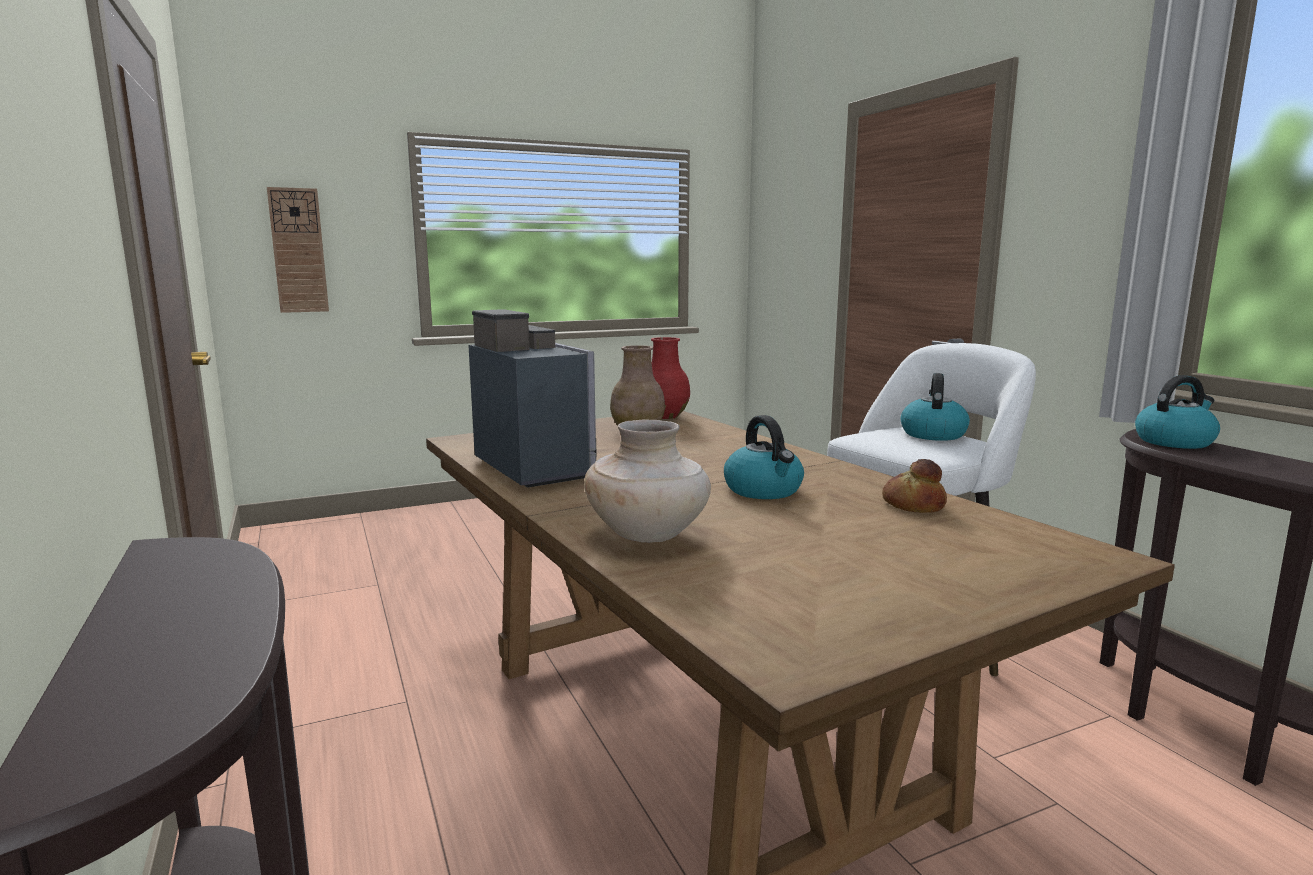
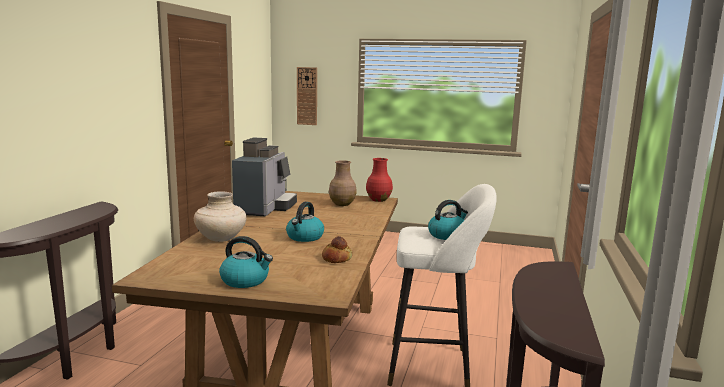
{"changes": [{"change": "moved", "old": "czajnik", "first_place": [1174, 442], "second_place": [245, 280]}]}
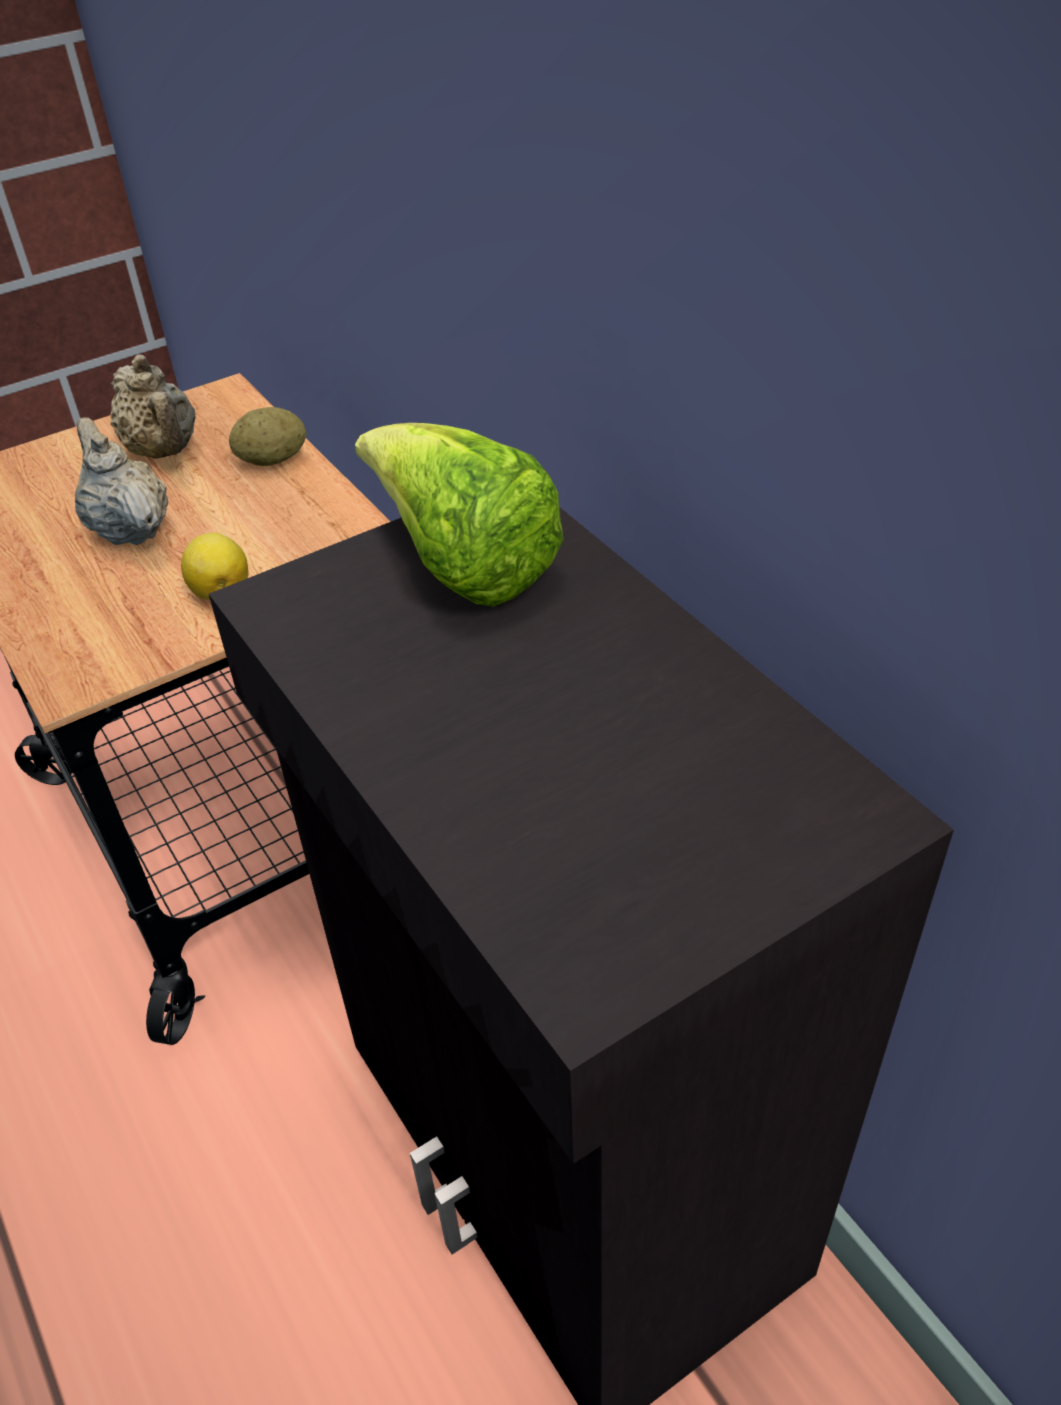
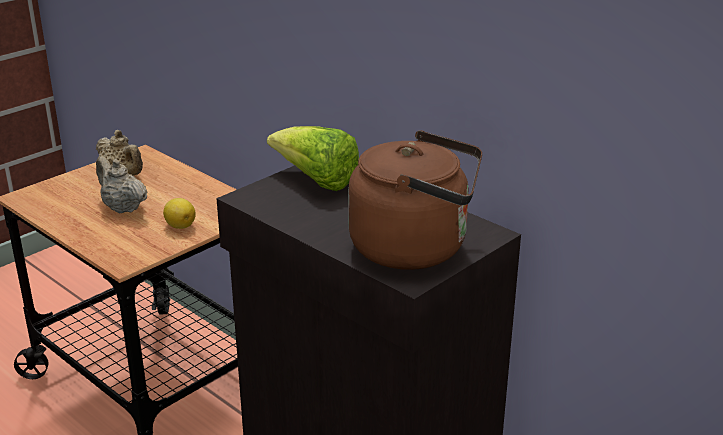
{"changes": [{"change": "added", "new": "czajnik [brązowy]", "second_place": [416, 248]}, {"change": "removed", "old": "ziemniak", "first_place": [273, 460]}]}
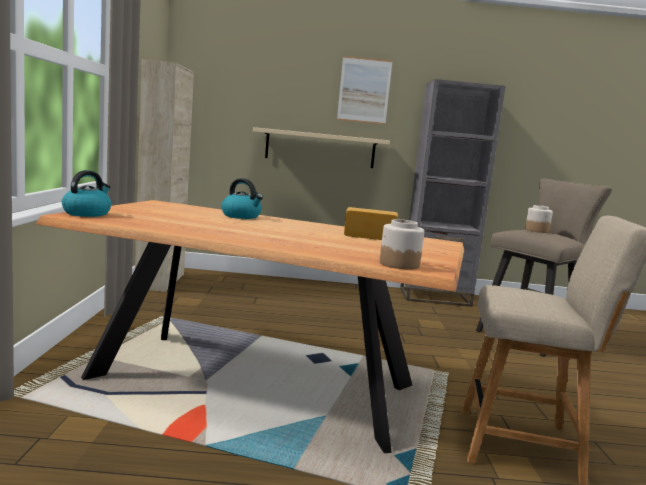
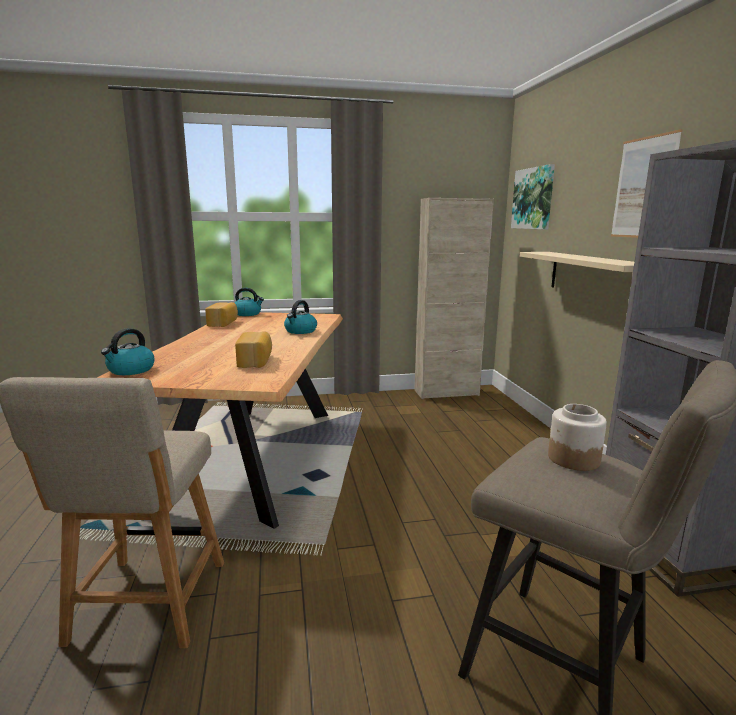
{"changes": [{"change": "replaced", "old": "słoik", "new": "czajnik", "first_place": [399, 264], "second_place": [130, 370]}, {"change": "added", "new": "chleb", "second_place": [223, 323]}, {"change": "added", "new": "obraz", "second_place": [533, 198]}]}
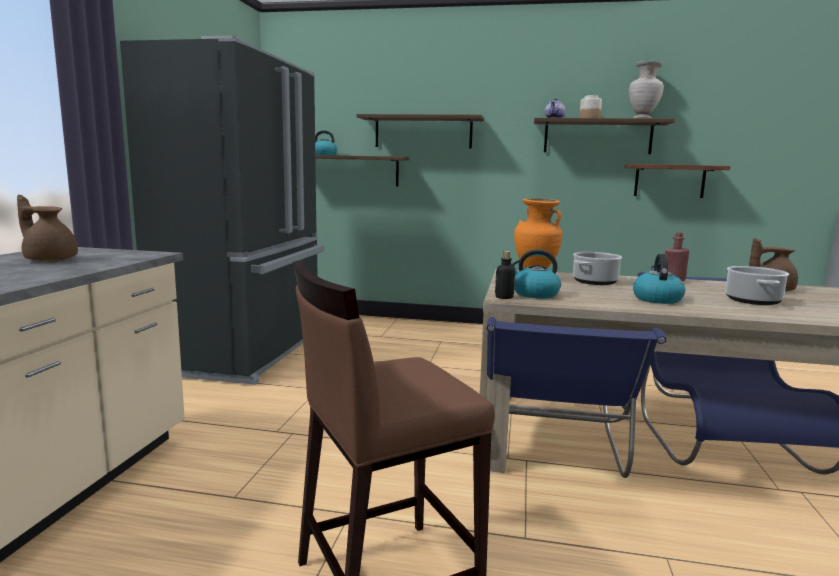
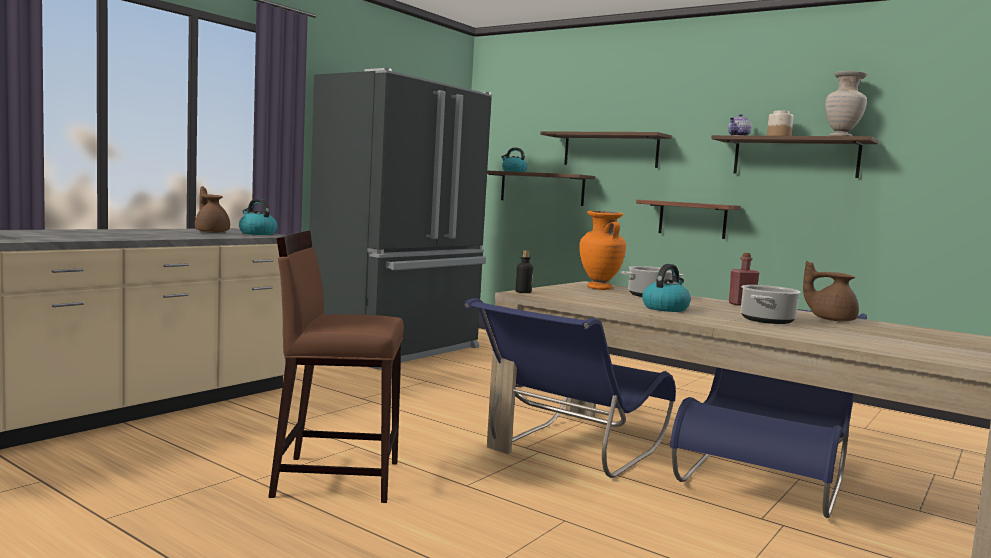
{"changes": [{"change": "moved", "old": "czajnik", "first_place": [534, 294], "second_place": [257, 233]}, {"change": "moved", "old": "półka", "first_place": [669, 181], "second_place": [692, 219]}]}
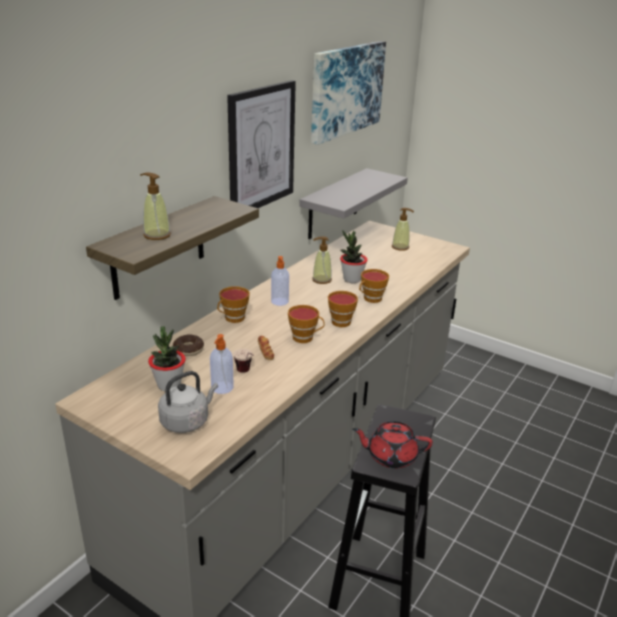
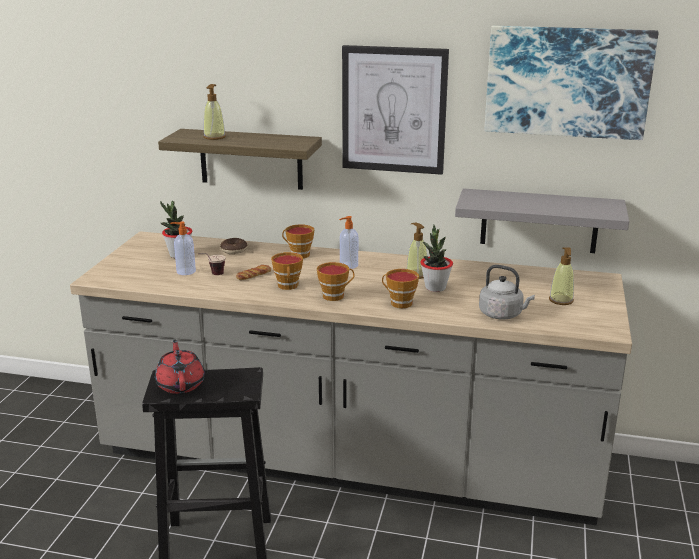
{"changes": [{"change": "moved", "old": "czajnik [szary]", "first_place": [187, 421], "second_place": [502, 314]}]}
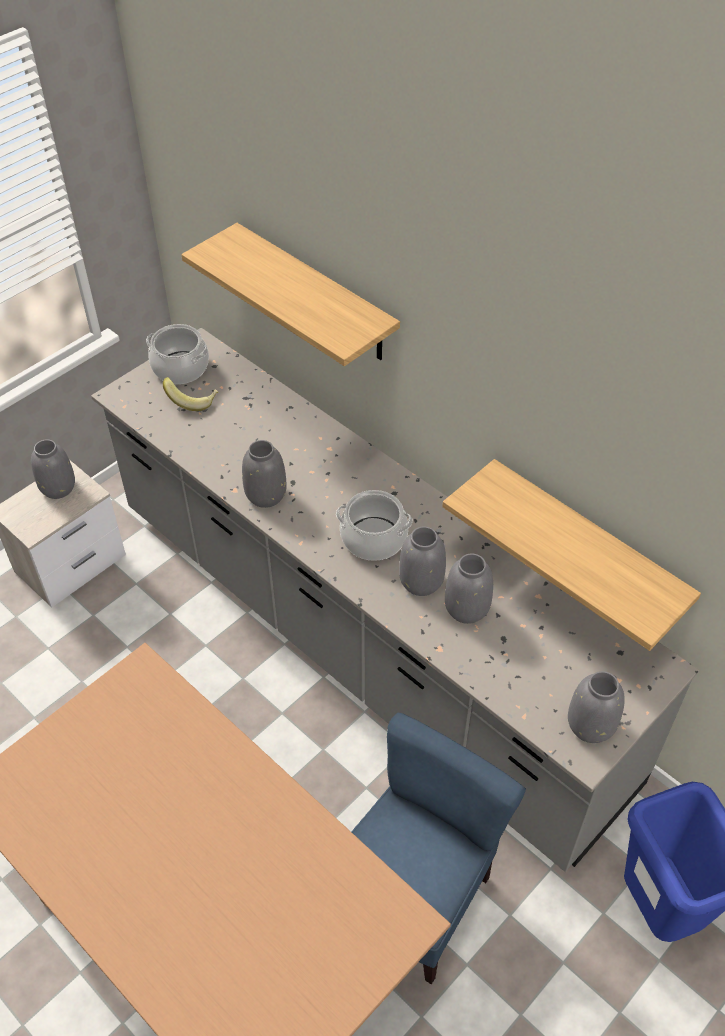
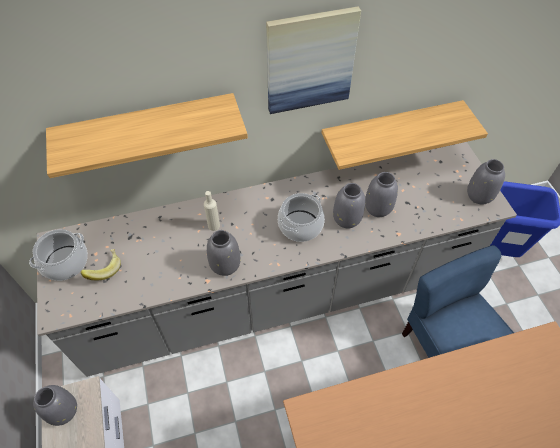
{"changes": [{"change": "added", "new": "butelka [beżowy]", "second_place": [214, 225]}, {"change": "added", "new": "obraz", "second_place": [310, 61]}]}
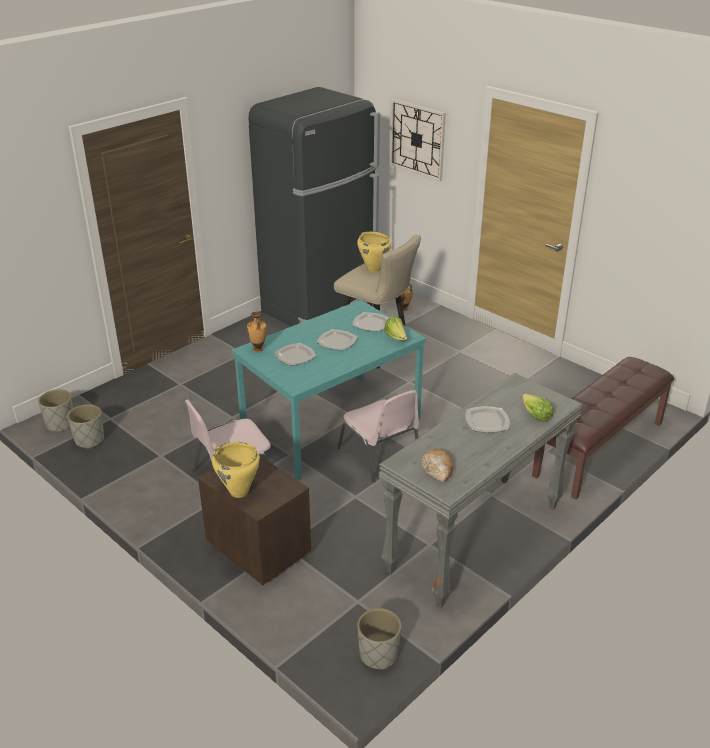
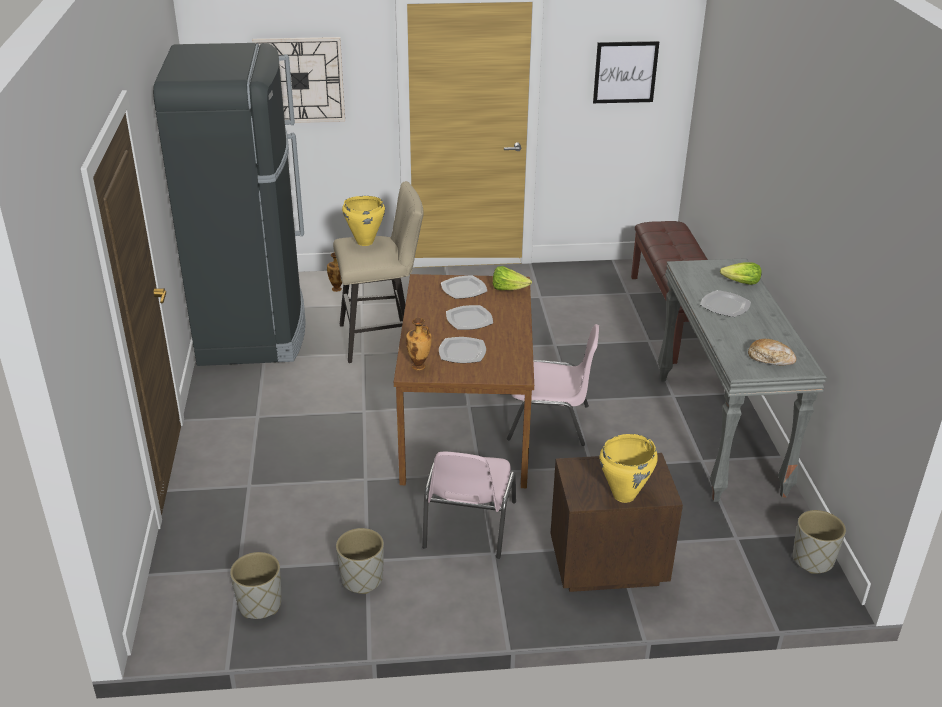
{"changes": [{"change": "moved", "old": "donica [szary]", "first_place": [61, 424], "second_place": [362, 579]}, {"change": "recoloured", "old": "stół jadalny [turkusowy]", "new": "stół jadalny [brązowy]", "first_place": [331, 426], "second_place": [467, 426]}, {"change": "added", "new": "obraz", "second_place": [625, 72]}]}
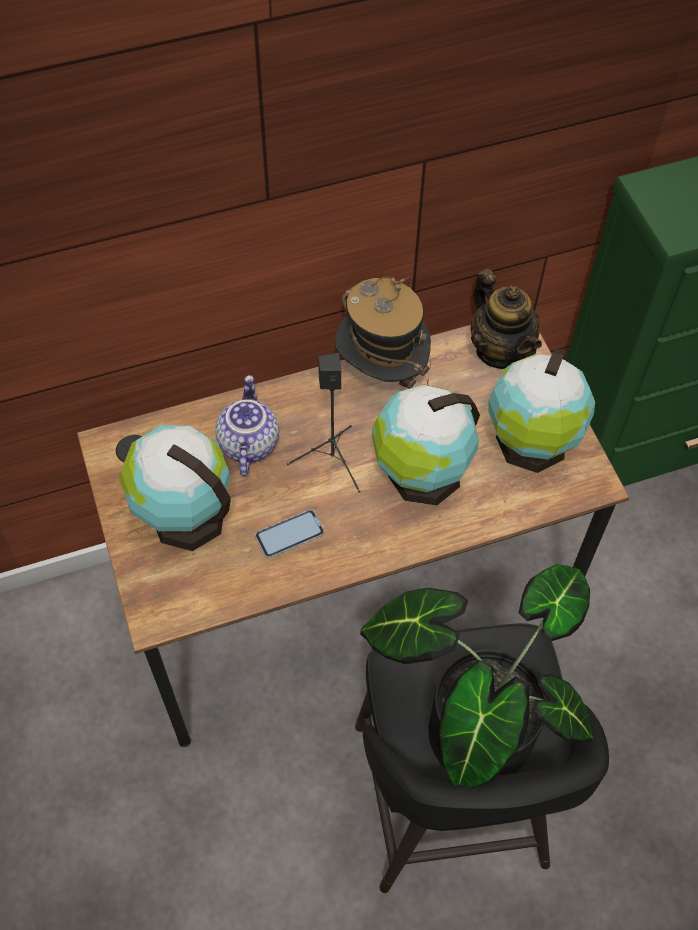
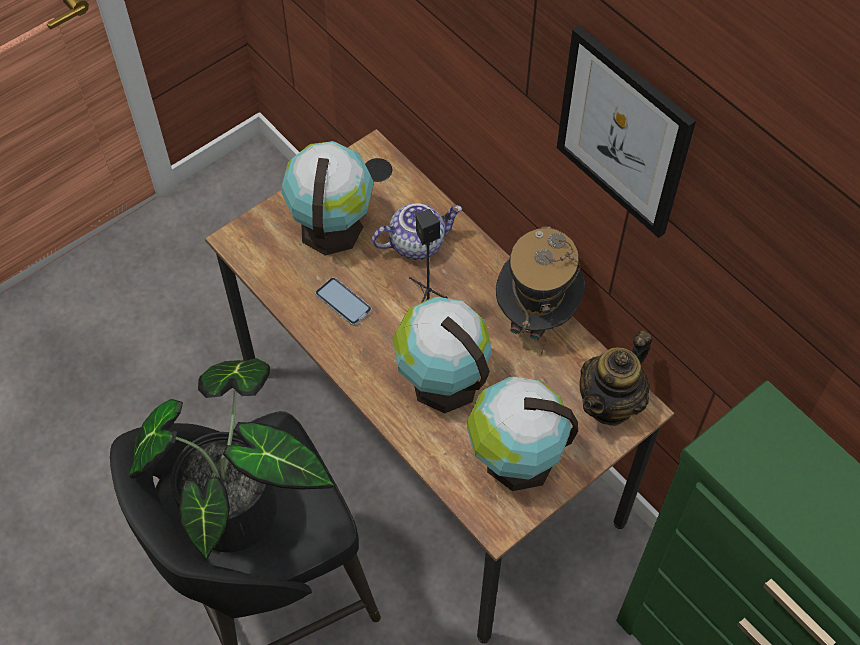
{"changes": [{"change": "added", "new": "obraz", "second_place": [623, 133]}]}
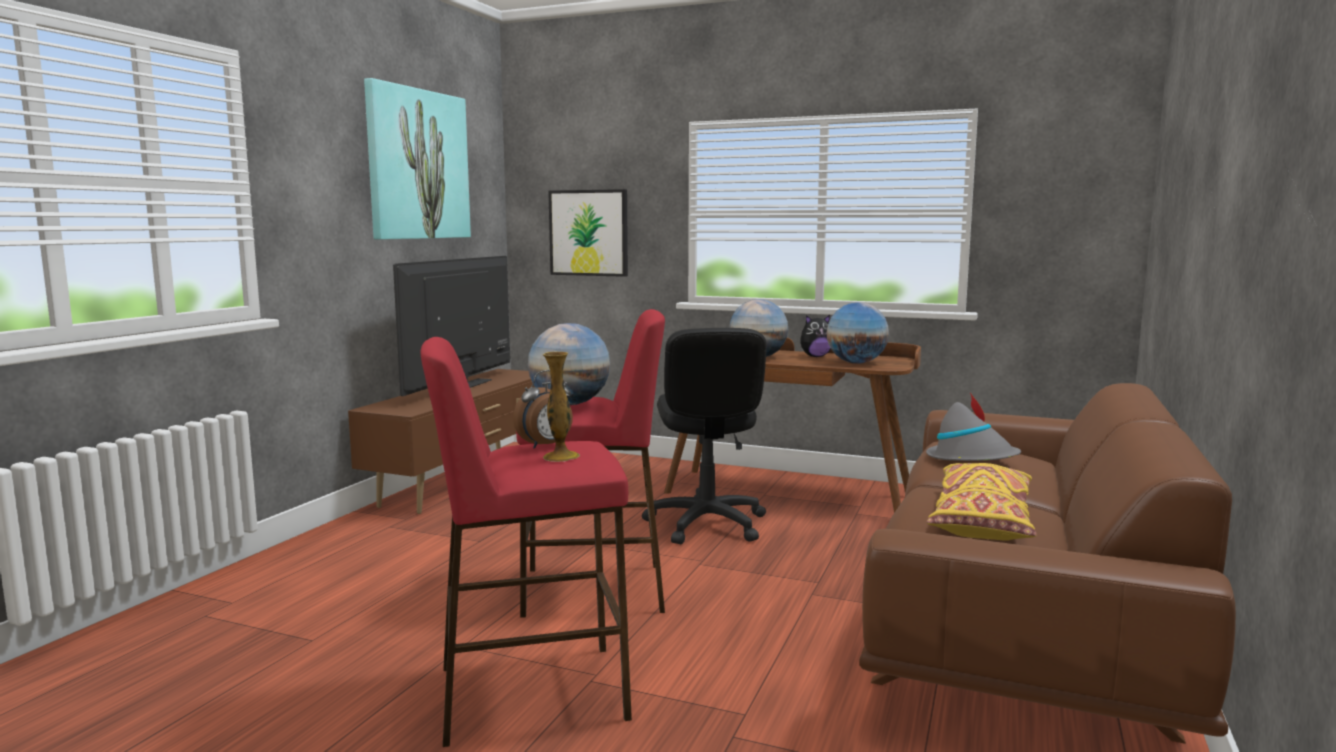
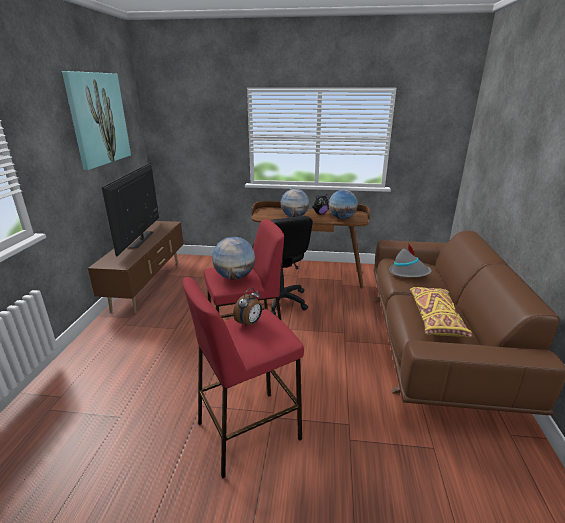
{"changes": [{"change": "removed", "old": "wazon", "first_place": [561, 457]}, {"change": "removed", "old": "obraz", "first_place": [589, 233]}]}
